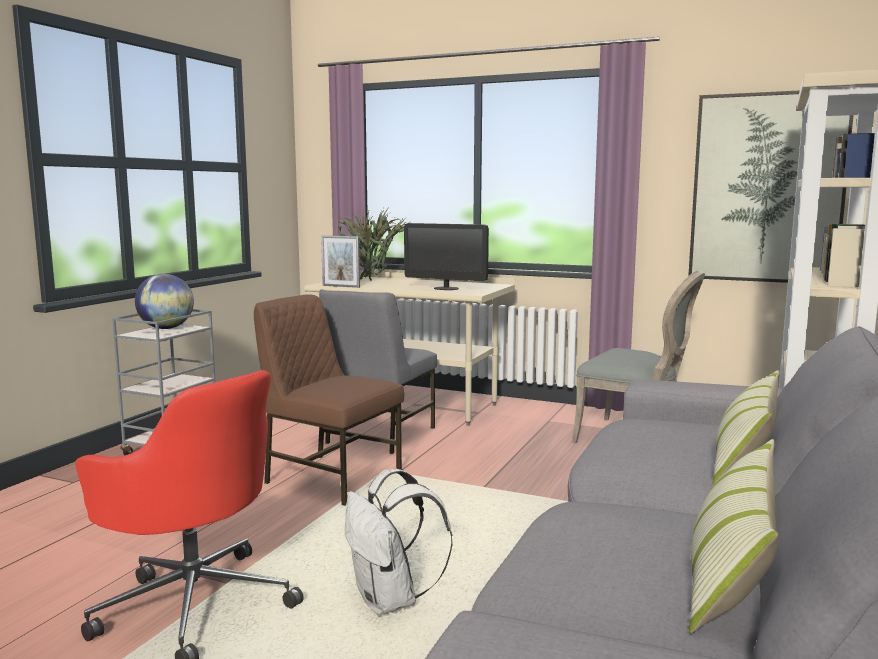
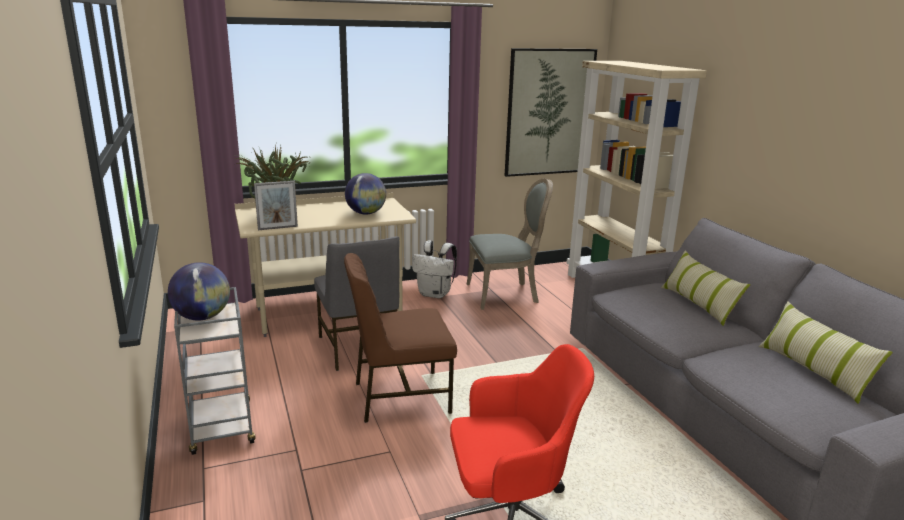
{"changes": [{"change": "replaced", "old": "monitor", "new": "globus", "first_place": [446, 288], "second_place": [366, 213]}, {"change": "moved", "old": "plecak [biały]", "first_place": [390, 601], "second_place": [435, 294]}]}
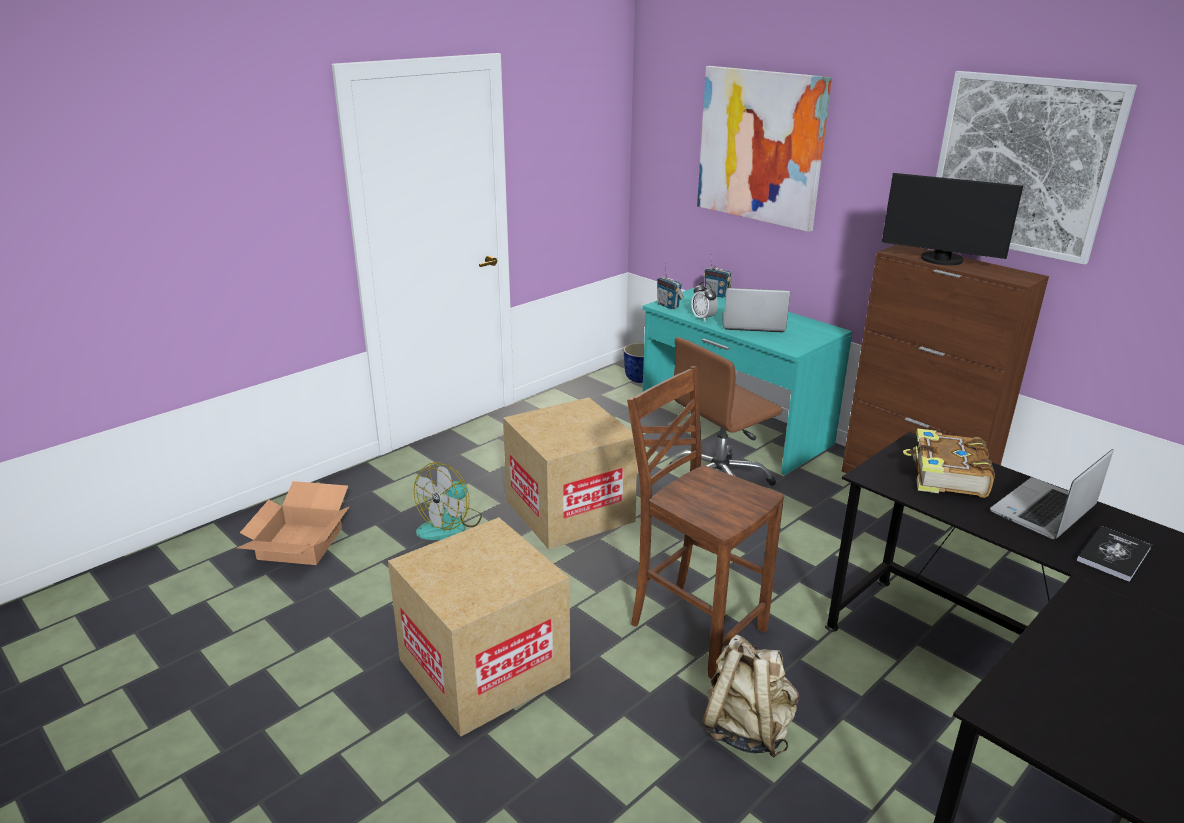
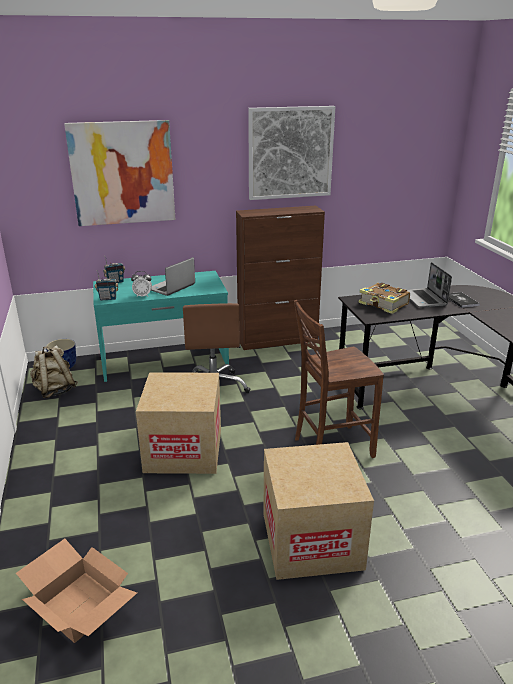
{"changes": [{"change": "moved", "old": "plecak [beżowy]", "first_place": [746, 729], "second_place": [55, 391]}, {"change": "removed", "old": "wentylator", "first_place": [450, 525]}, {"change": "removed", "old": "monitor", "first_place": [941, 260]}]}
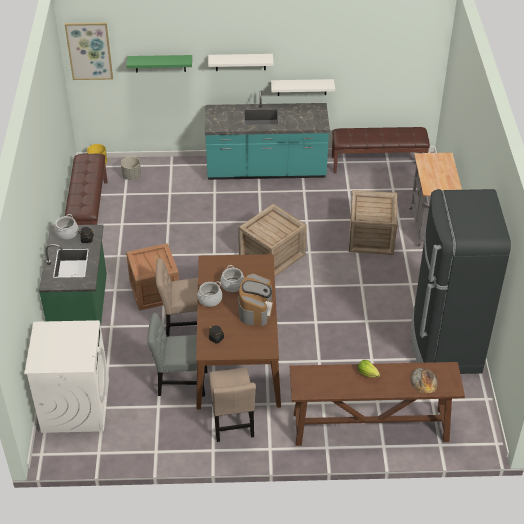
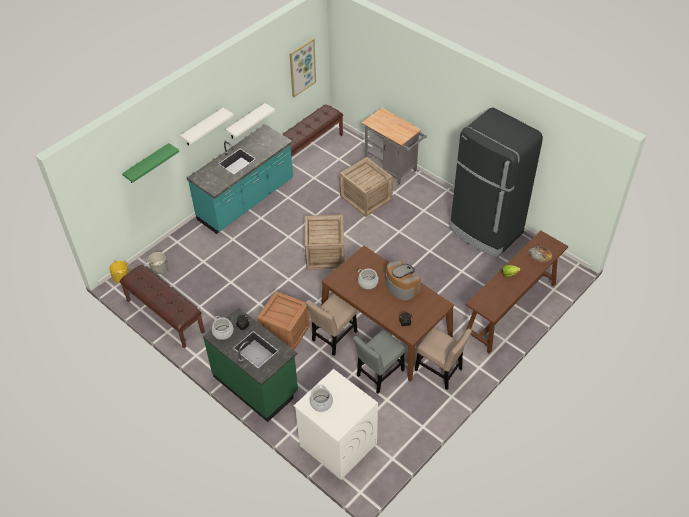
{"changes": [{"change": "moved", "old": "obraz", "first_place": [89, 51], "second_place": [302, 67]}, {"change": "moved", "old": "garnek", "first_place": [210, 299], "second_place": [321, 403]}]}
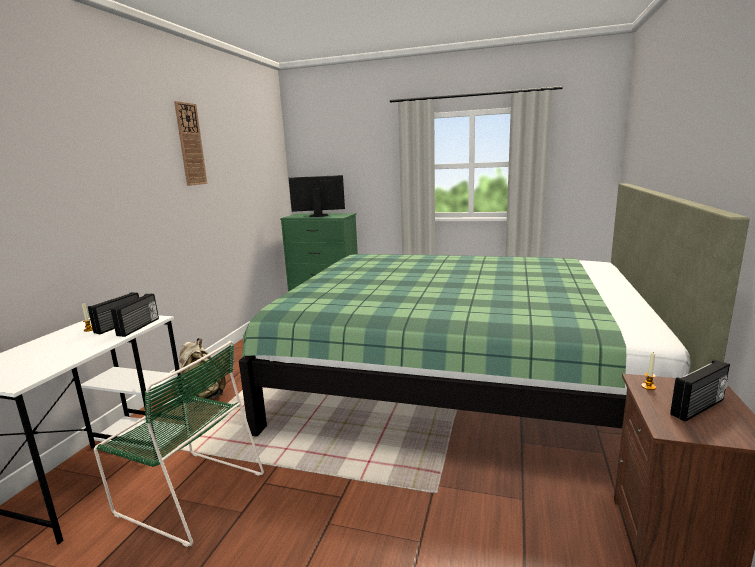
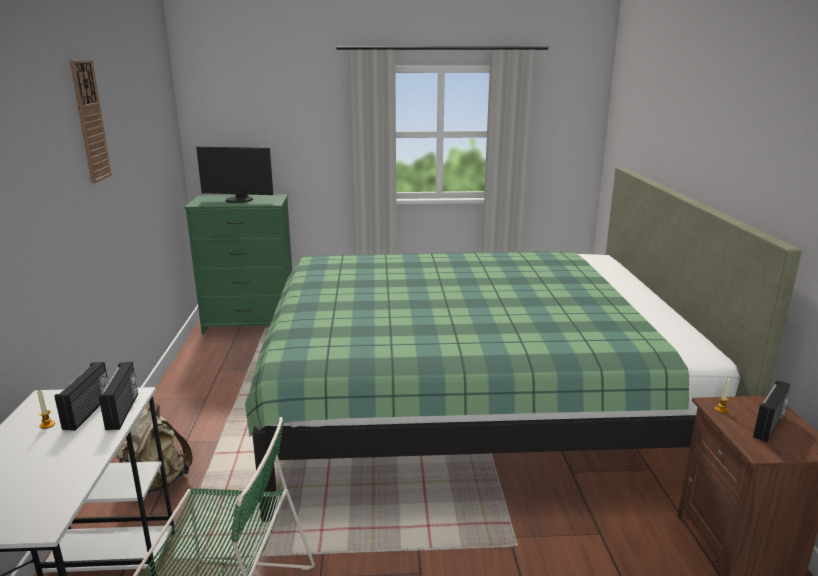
{"changes": [{"change": "turned", "old": "monitor", "first_place": [318, 215], "second_place": [238, 200], "degrees": -150}]}
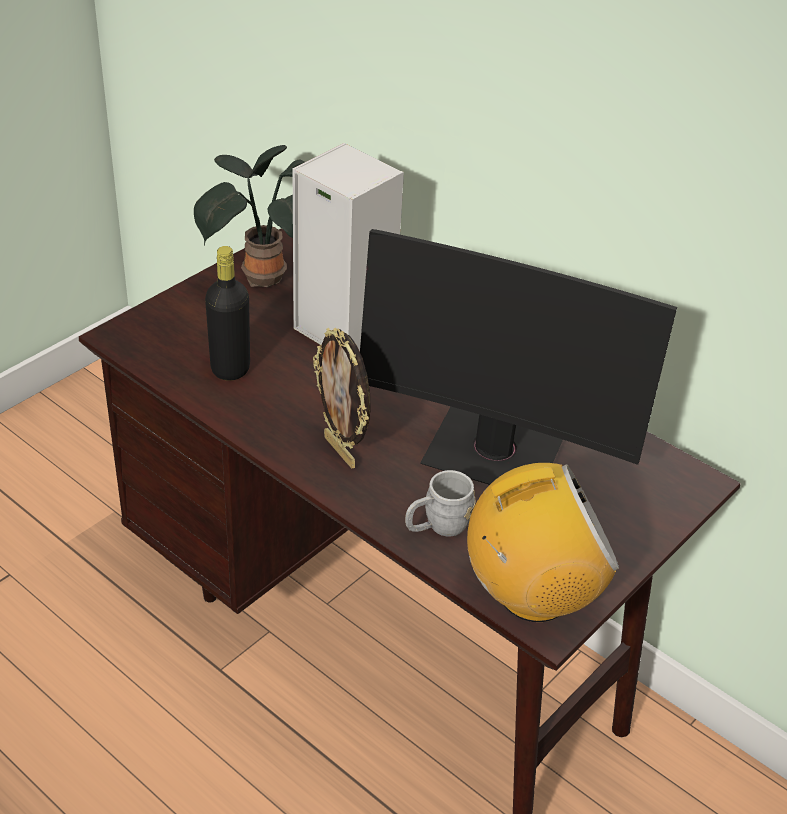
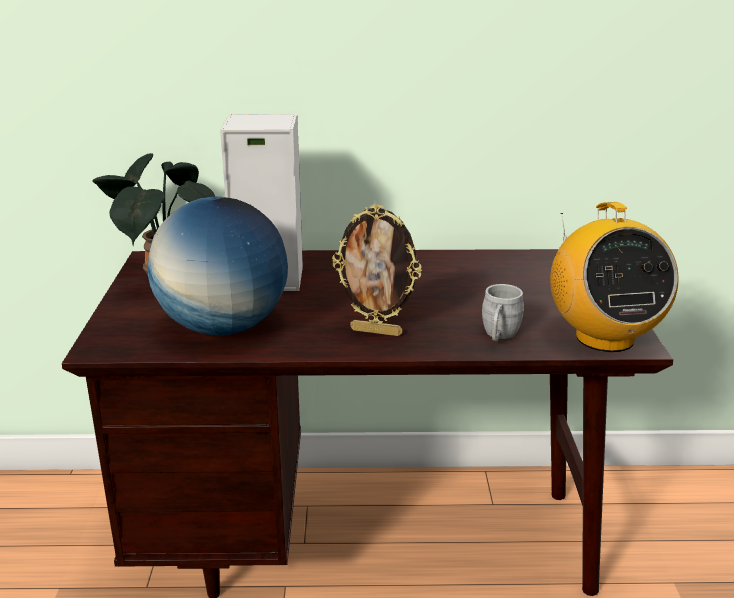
{"changes": [{"change": "replaced", "old": "butelka [czarny]", "new": "globus", "first_place": [230, 369], "second_place": [223, 327]}, {"change": "turned", "old": "radio", "first_place": [532, 595], "second_place": [604, 337], "degrees": 135}, {"change": "removed", "old": "monitor", "first_place": [493, 453]}]}
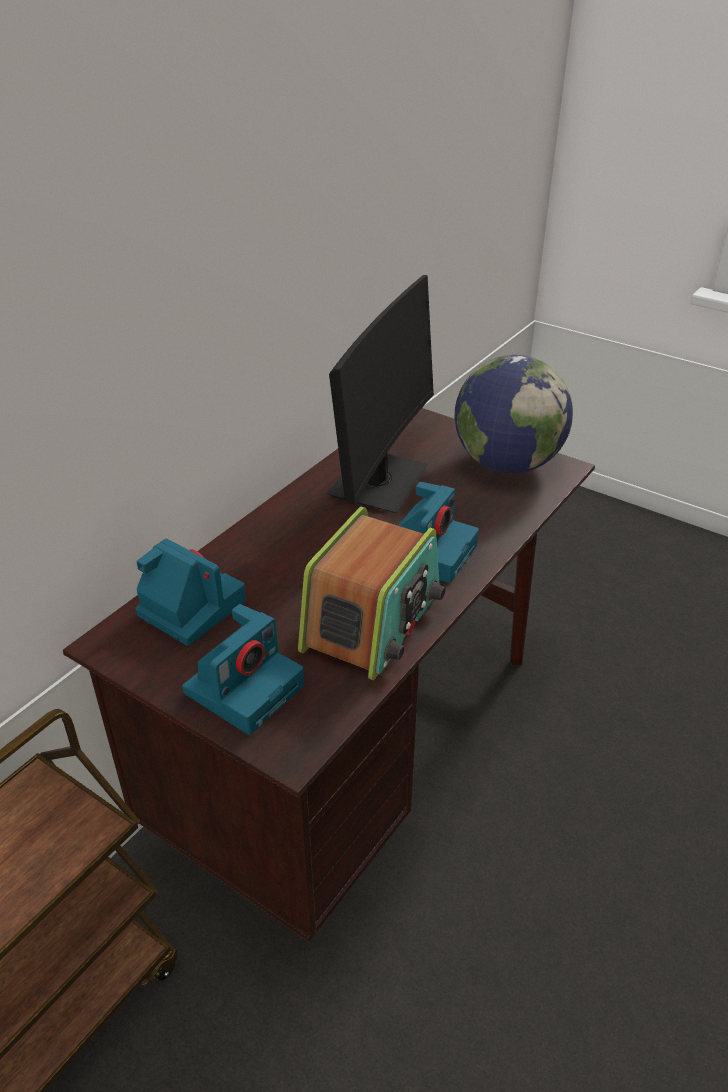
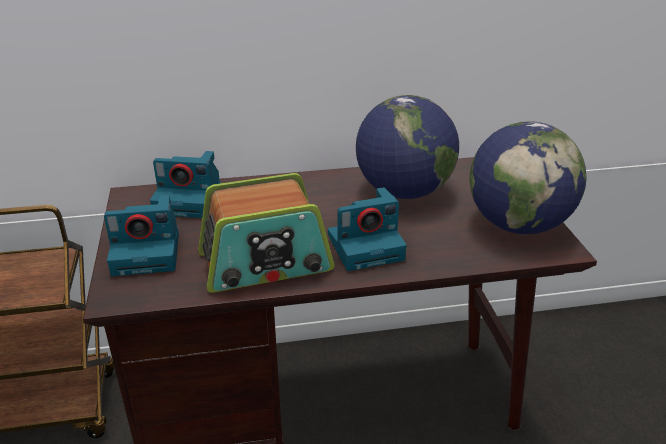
{"changes": [{"change": "turned", "old": "aparat fotograficzny", "first_place": [189, 607], "second_place": [190, 200], "degrees": 105}, {"change": "replaced", "old": "monitor", "new": "globus", "first_place": [379, 482], "second_place": [403, 192]}]}
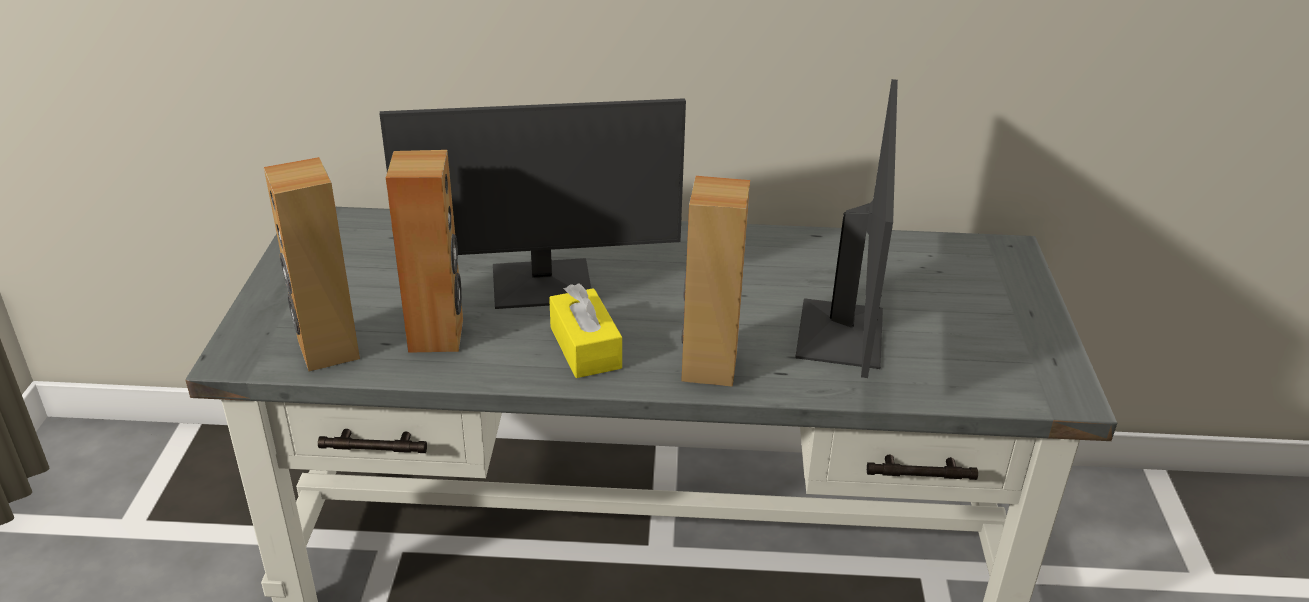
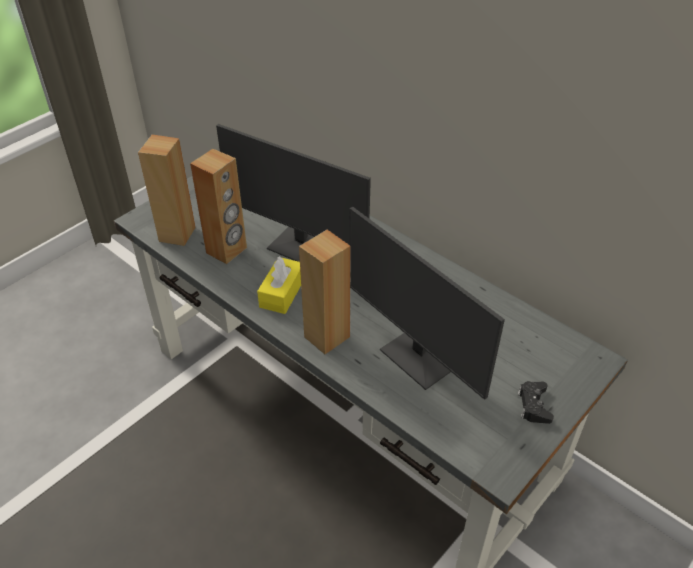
{"changes": [{"change": "turned", "old": "monitor", "first_place": [844, 333], "second_place": [420, 357], "degrees": 90}, {"change": "added", "new": "pad do gier [czarny]", "second_place": [534, 405]}]}
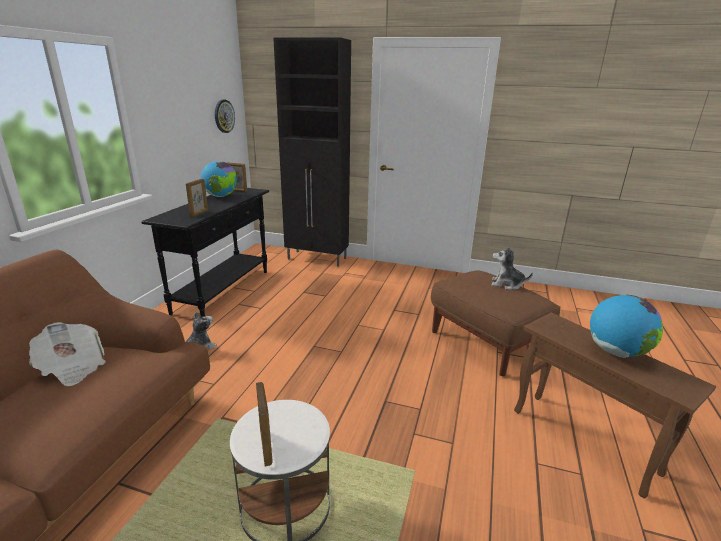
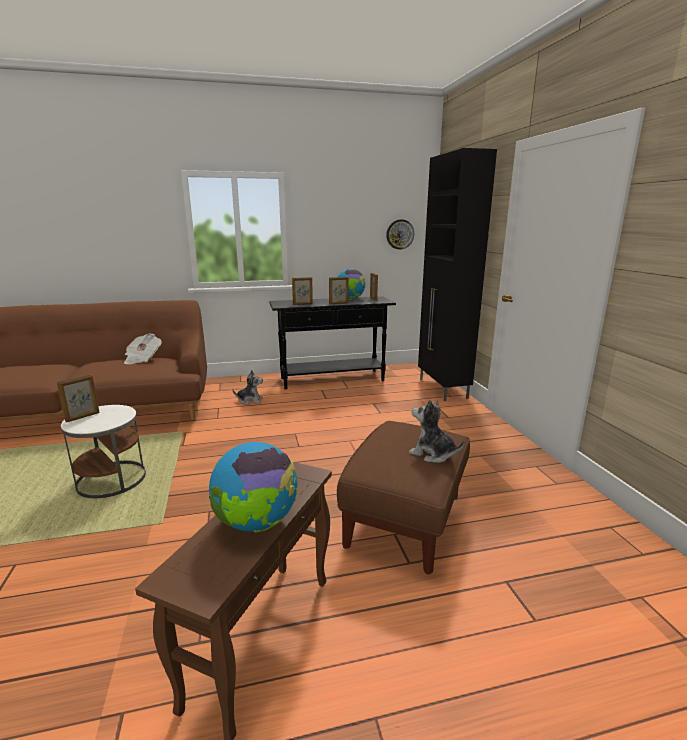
{"changes": [{"change": "added", "new": "ramka na zdjęcie", "second_place": [338, 303]}, {"change": "turned", "old": "pluszak", "first_place": [507, 284], "second_place": [432, 454], "degrees": -45}]}
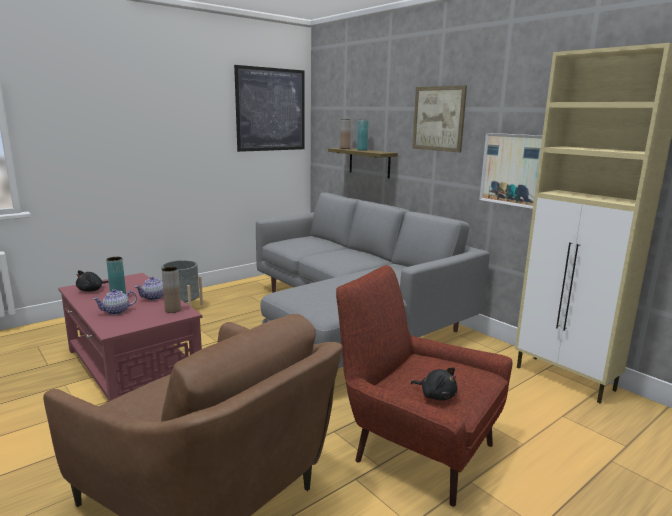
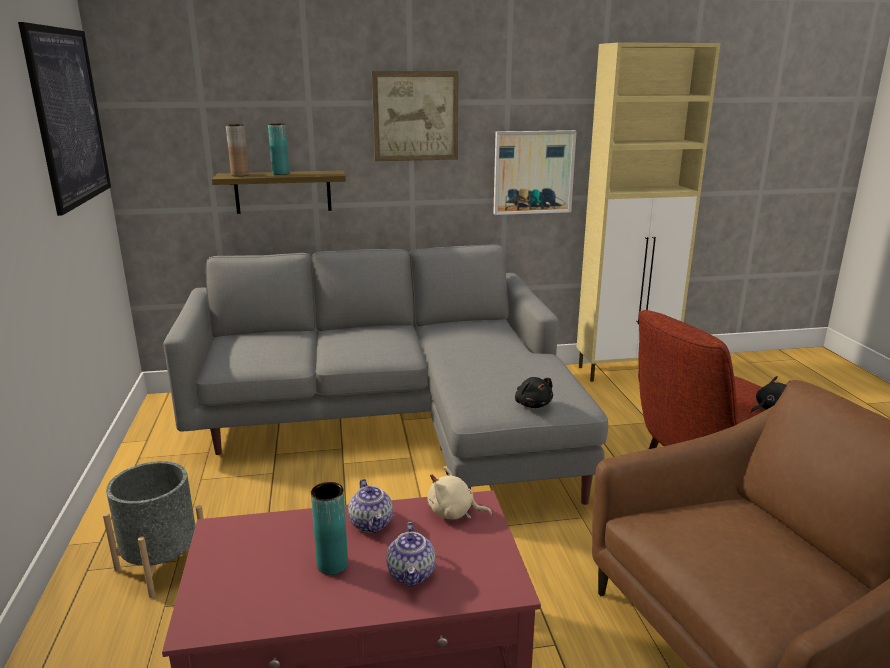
{"changes": [{"change": "replaced", "old": "wazon [brązowy]", "new": "pluszak [beżowy]", "first_place": [173, 310], "second_place": [454, 512]}, {"change": "moved", "old": "pluszak [czarny]", "first_place": [92, 290], "second_place": [532, 404]}]}
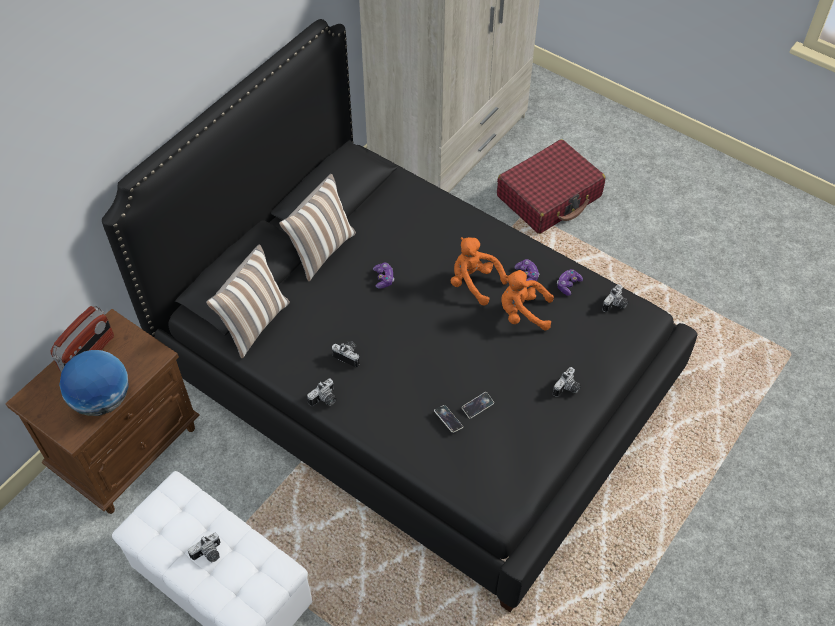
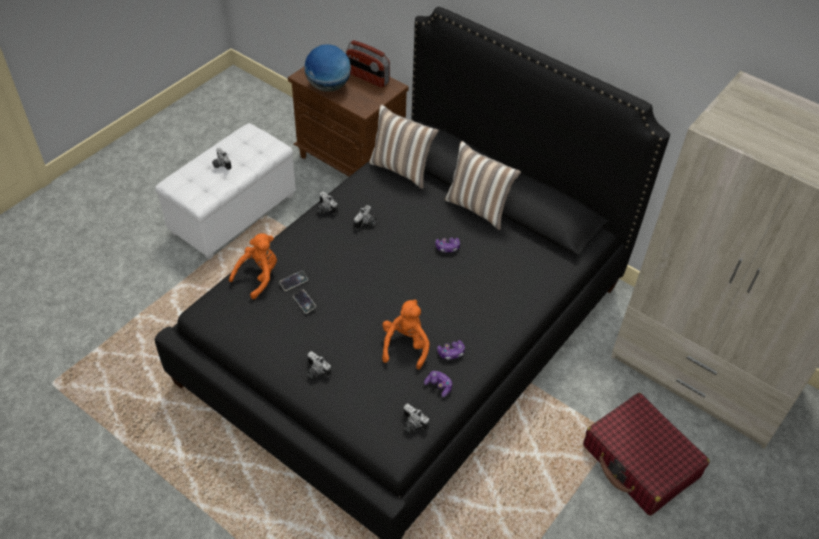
{"changes": [{"change": "moved", "old": "pluszak [pomarańczowy]", "first_place": [474, 282], "second_place": [259, 276]}]}
